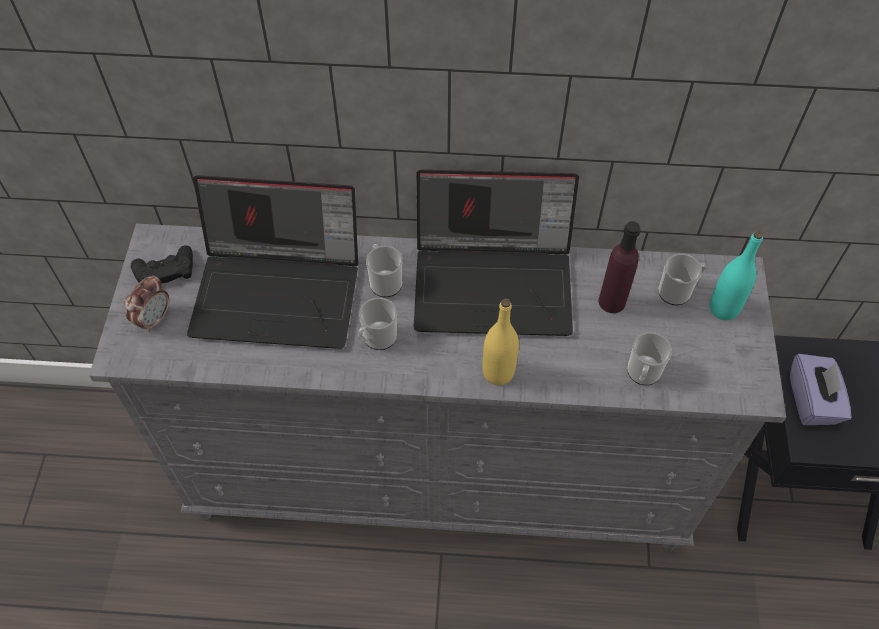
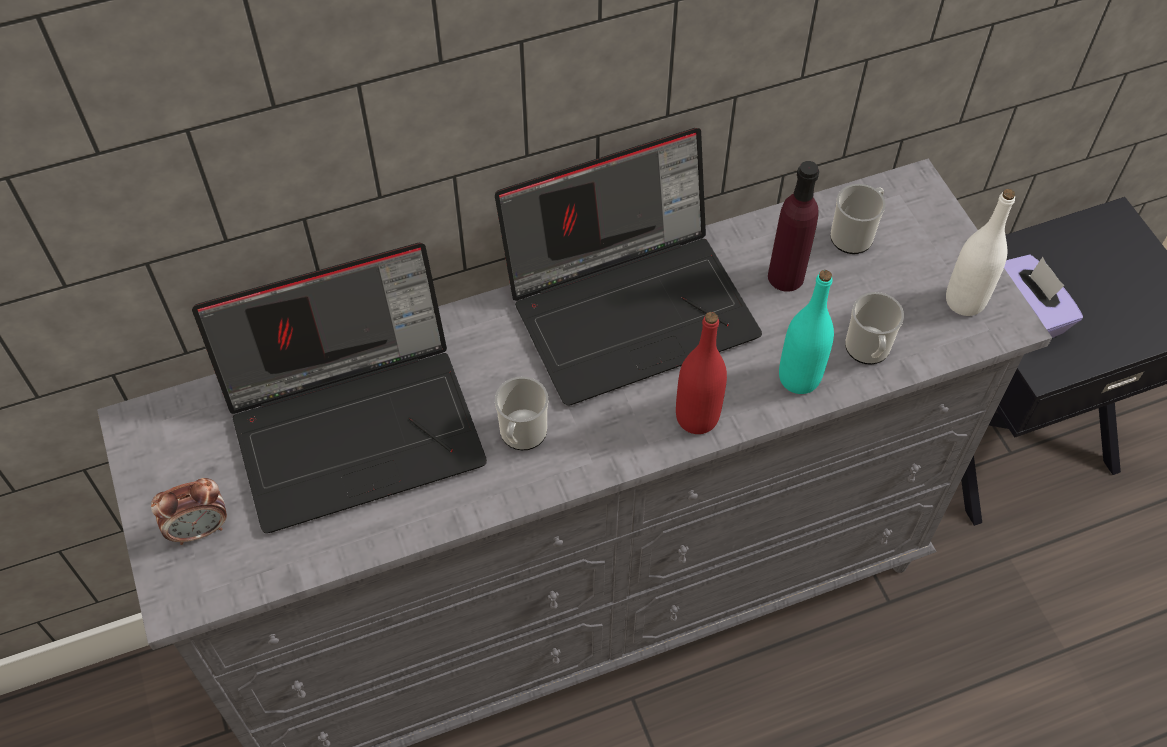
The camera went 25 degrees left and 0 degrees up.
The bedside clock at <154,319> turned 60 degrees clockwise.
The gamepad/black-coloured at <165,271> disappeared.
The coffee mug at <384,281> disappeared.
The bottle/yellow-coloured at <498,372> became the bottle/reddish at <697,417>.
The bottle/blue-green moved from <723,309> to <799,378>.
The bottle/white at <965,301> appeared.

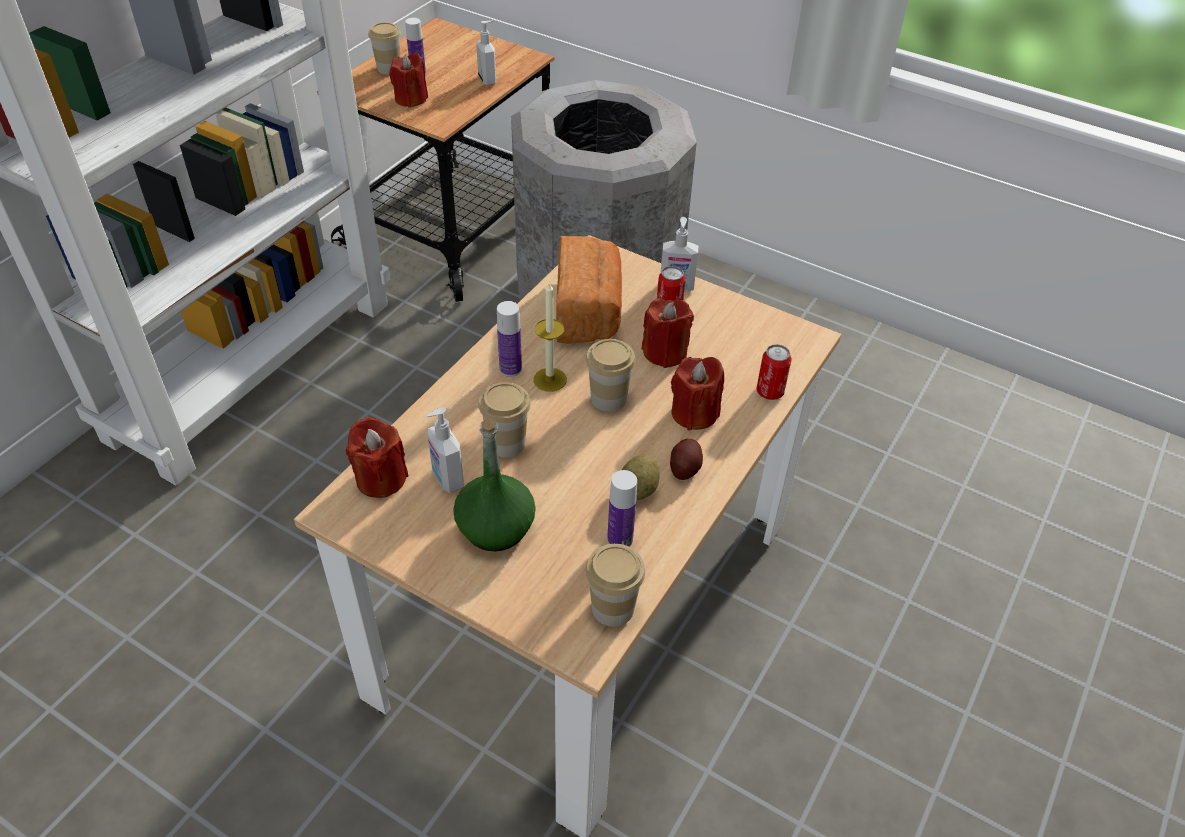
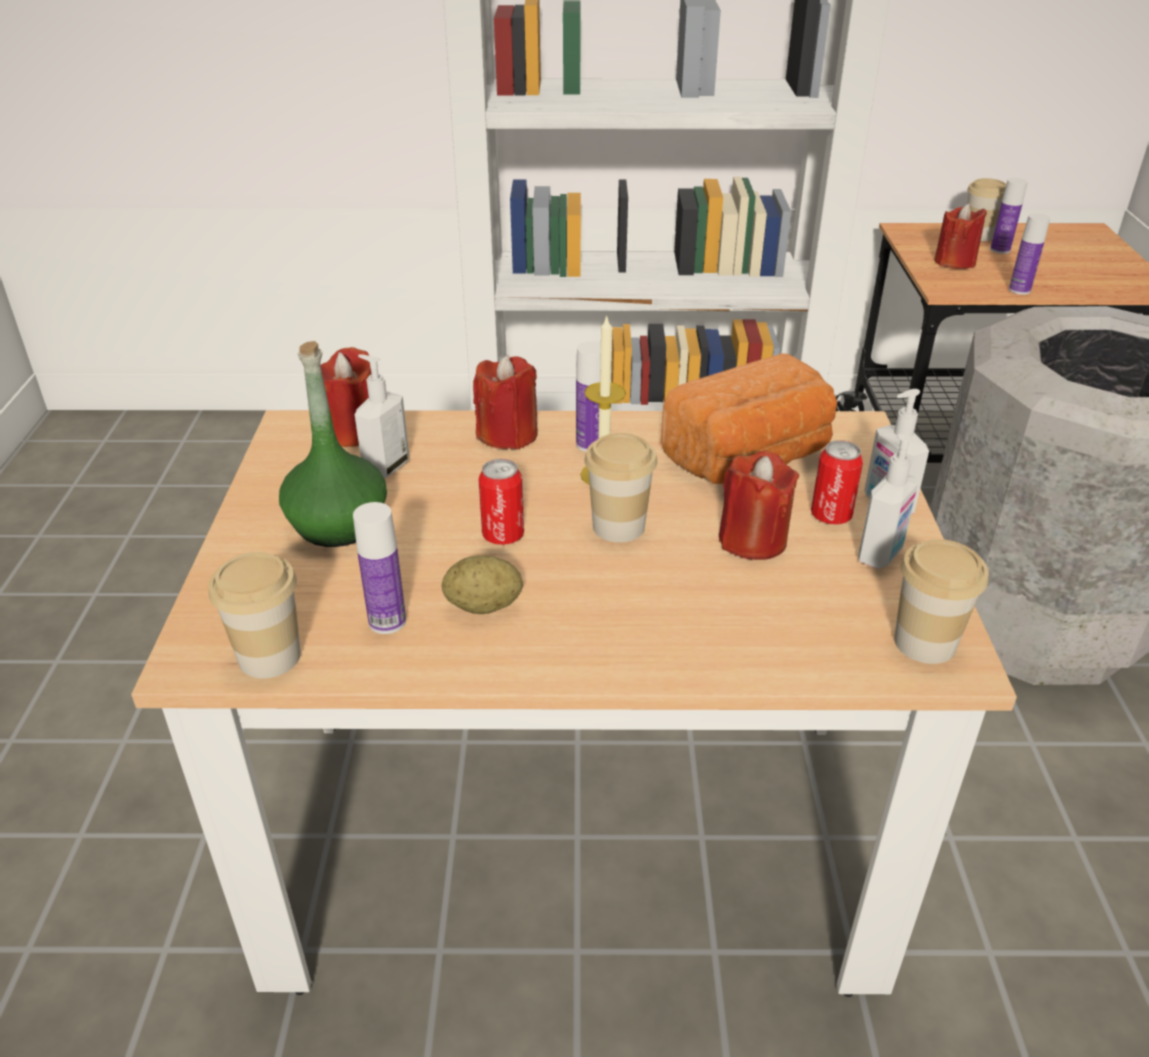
The camera went 60 degrees right and 10 degrees down.
The soap bottle moved from <488,80> to <881,555>.
The cup moved from <506,443> to <924,643>.
The potato at <684,468> disappeared.
The wax light/reddish moved from <694,413> to <508,435>.
The metal can moved from <770,392> to <503,535>.
The bottle at <1019,290> appeared.

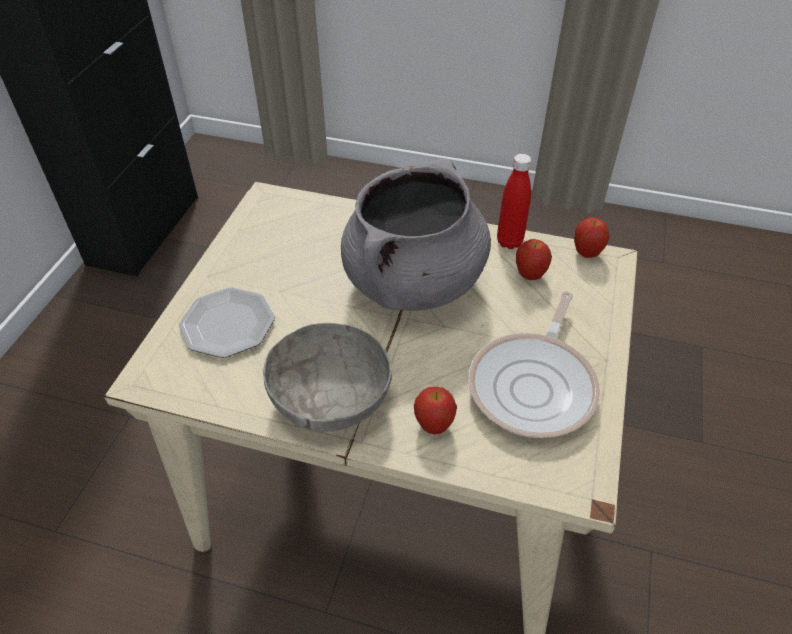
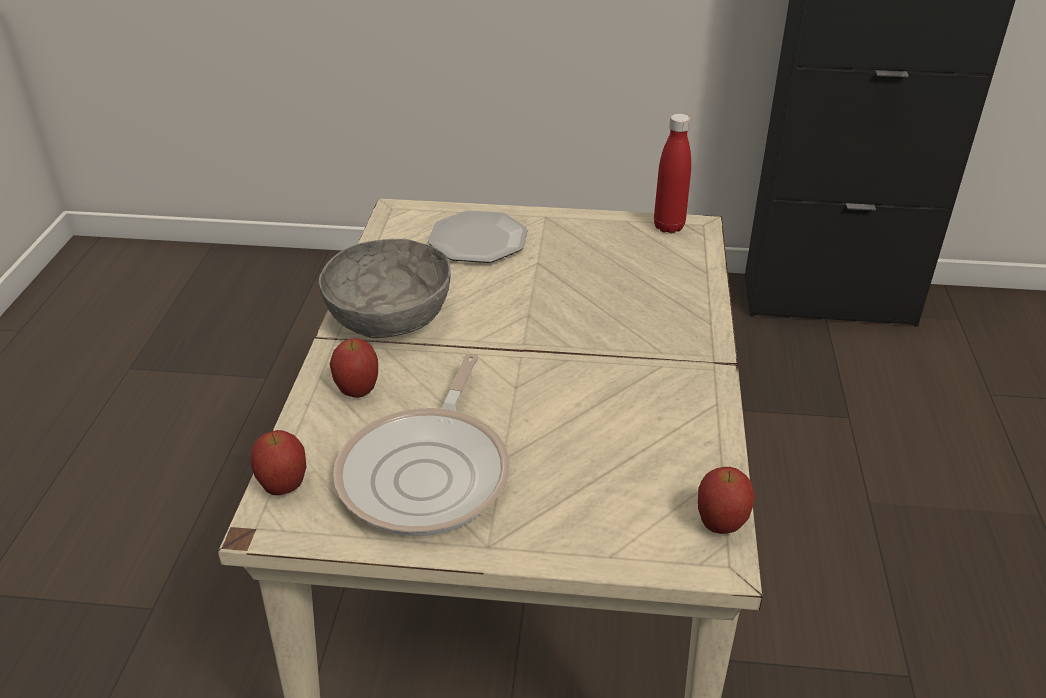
The camera went 80 degrees right and 10 degrees down.
The saucepot/grey at <414,282> disappeared.
The frying pan at <535,385> turned 90 degrees counterclockwise.
The bottle/reddish moved from <509,242> to <668,227>.
The apple moved from <529,275> to <284,487>.

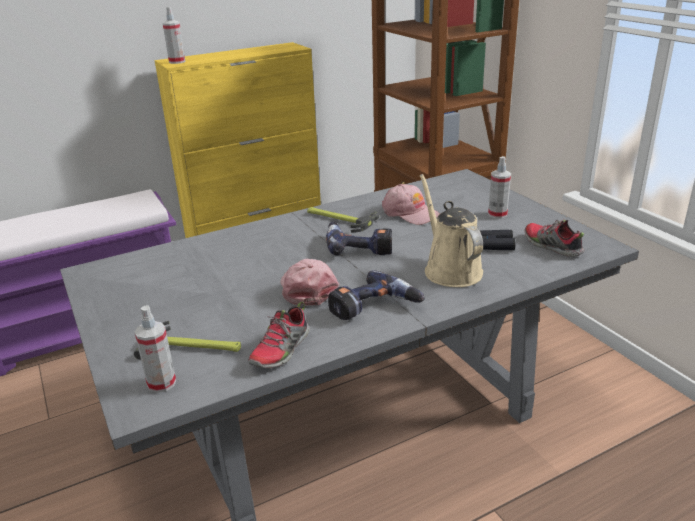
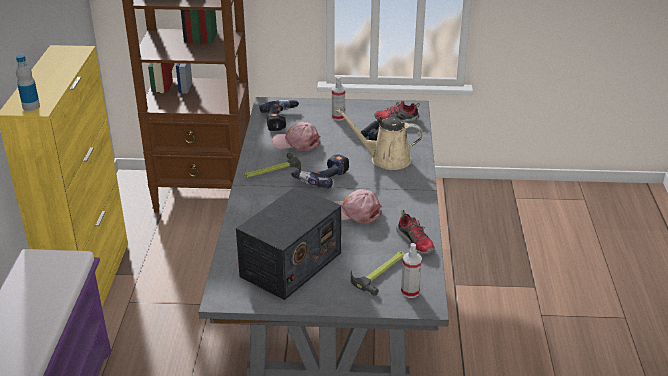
The camera went 60 degrees left and 5 degrees up.
The sprayer at <177,62> was replaced by the bottle at <31,106>.
The electric drill moved from <374,309> to <281,120>.
The cap/pink-coloured at <410,213> turned 150 degrees counterclockwise.
The radio receiver at <290,265> appeared.

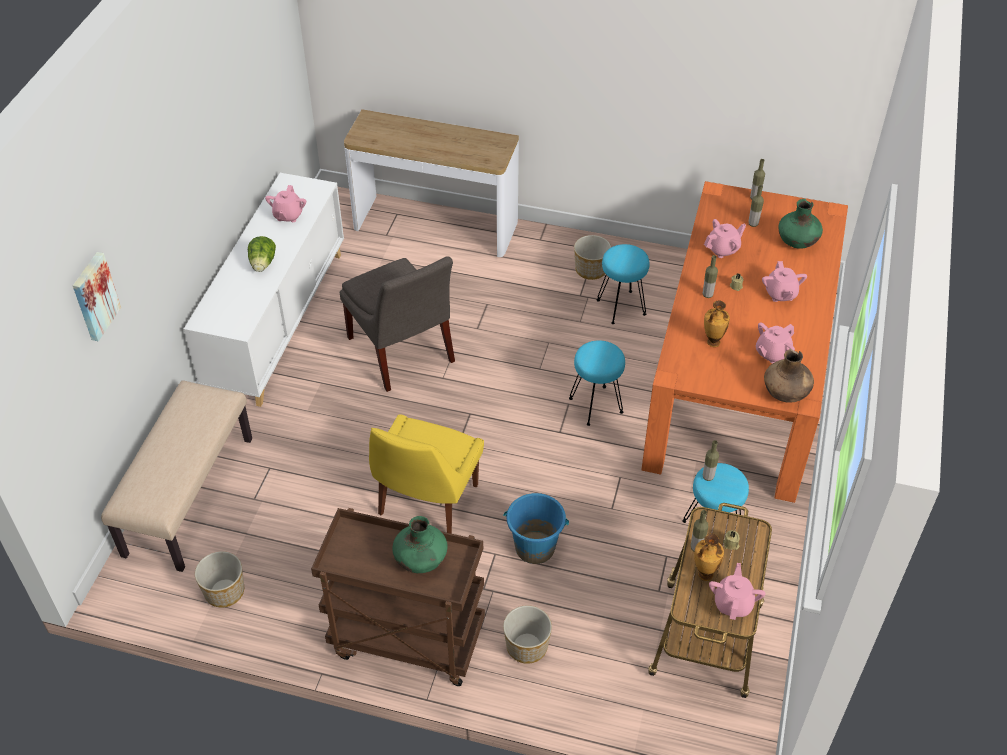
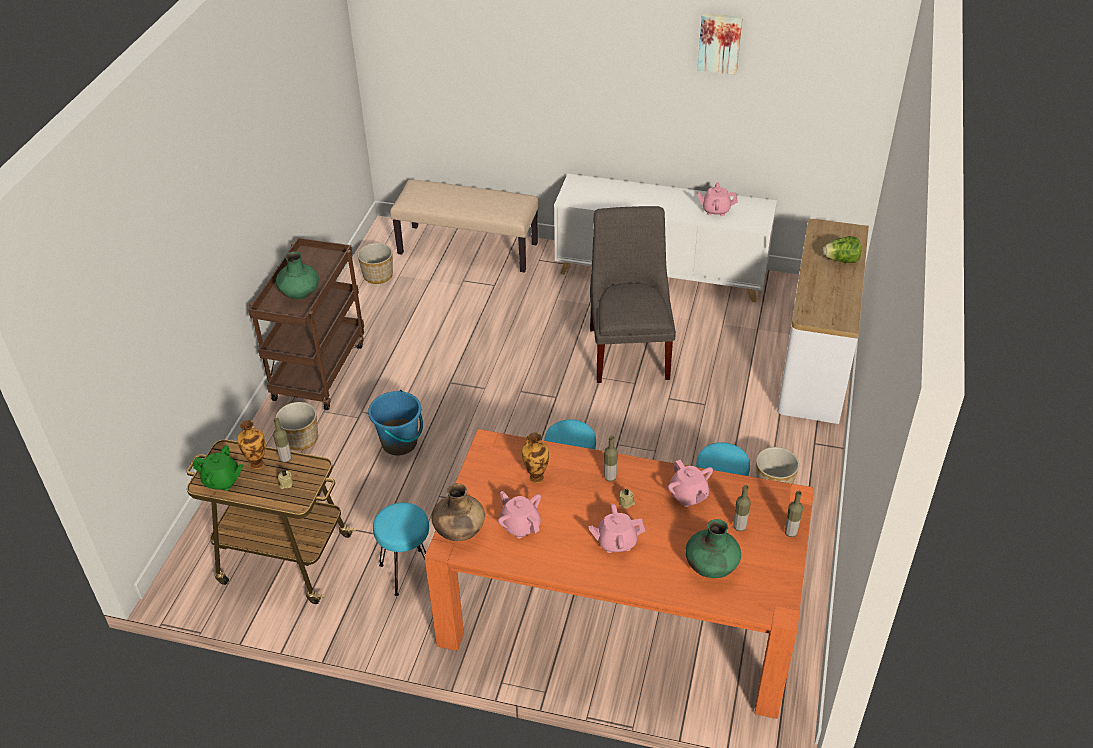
The camera went 90 degrees right and 5 degrees down.
The wall art moved from <94,296> to <719,42>.
The head of lettuce moved from <263,264> to <841,260>.
The chair/grey at <402,353> turned 120 degrees clockwise.
The chair/yellow-coloured at <426,502> disappeared.
The bottle at <708,477> disappeared.
The tea pot/pink-coloured at <733,603> became the tea pot/greenish at <222,481>.

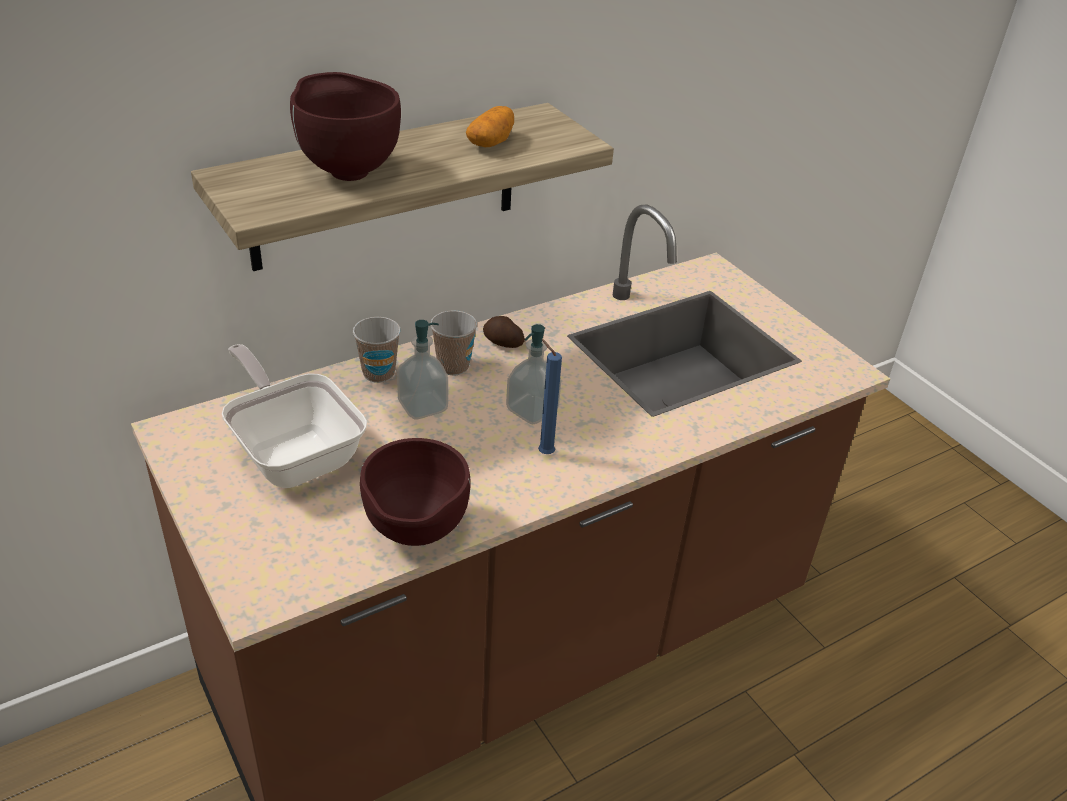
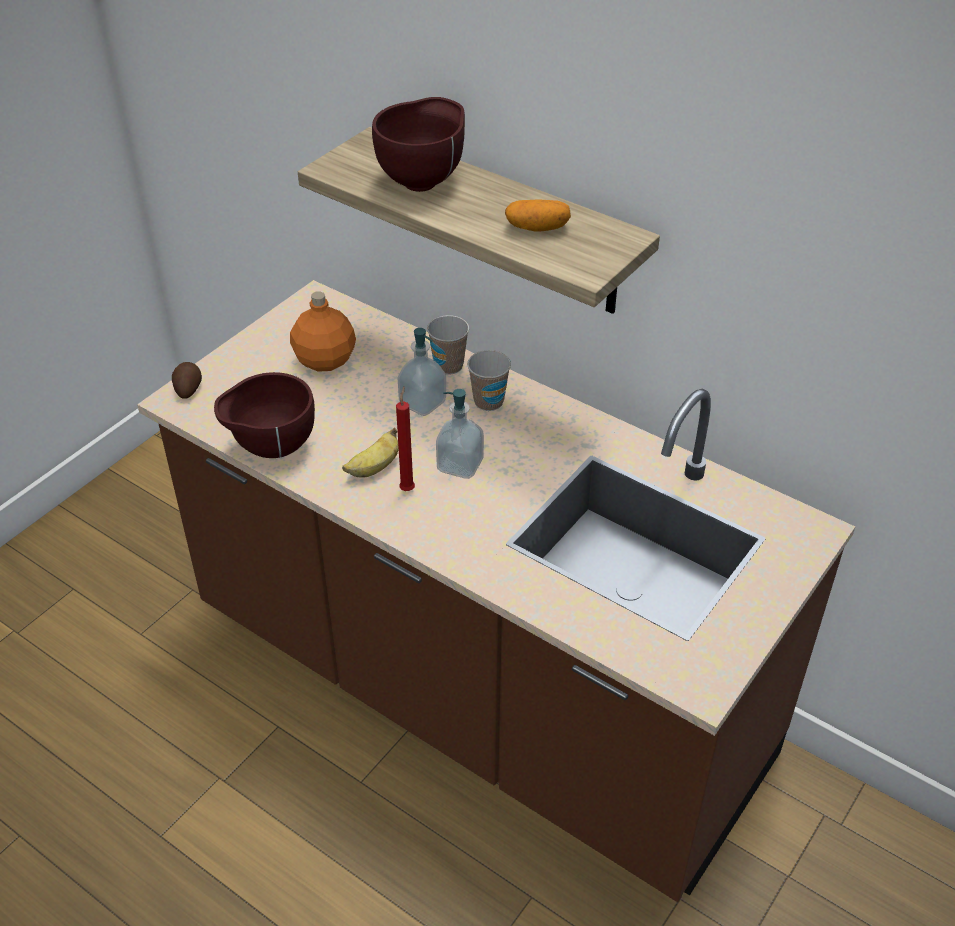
The camera went 70 degrees right and 5 degrees up.
The frying pan at <294,453> was replaced by the bottle/orangey at <326,360>.
The potato moved from <502,343> to <188,388>.
The wax light/blue at <543,453> became the wax light/reddish at <407,488>.
The banana fruit at <374,468> appeared.

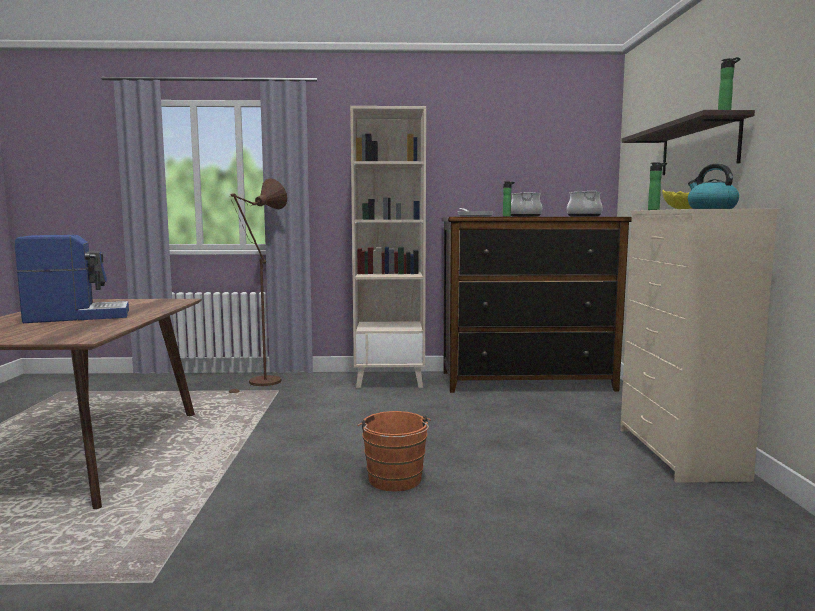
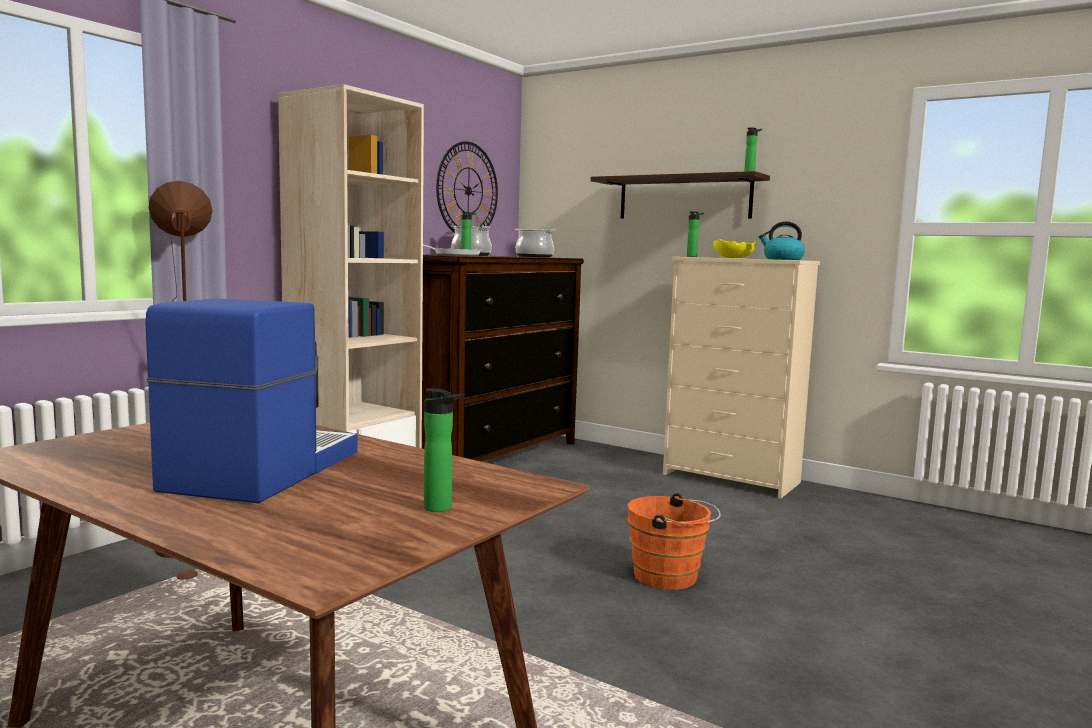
The camera went 55 degrees left and 0 degrees up.
The bottle at <441,508> appeared.
The hanging clock at <468,190> appeared.

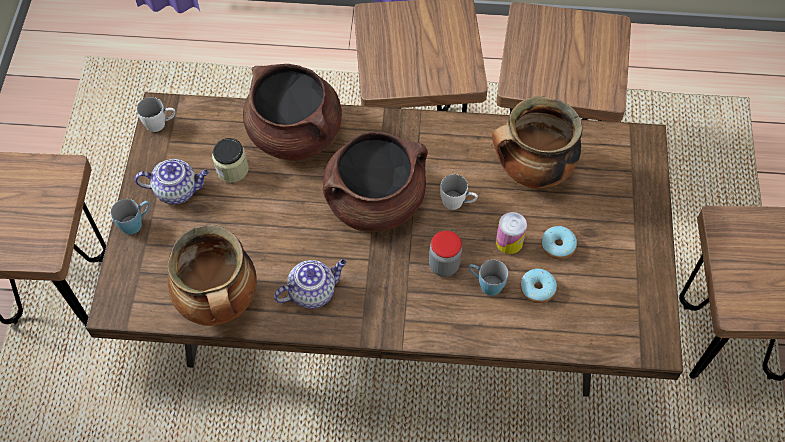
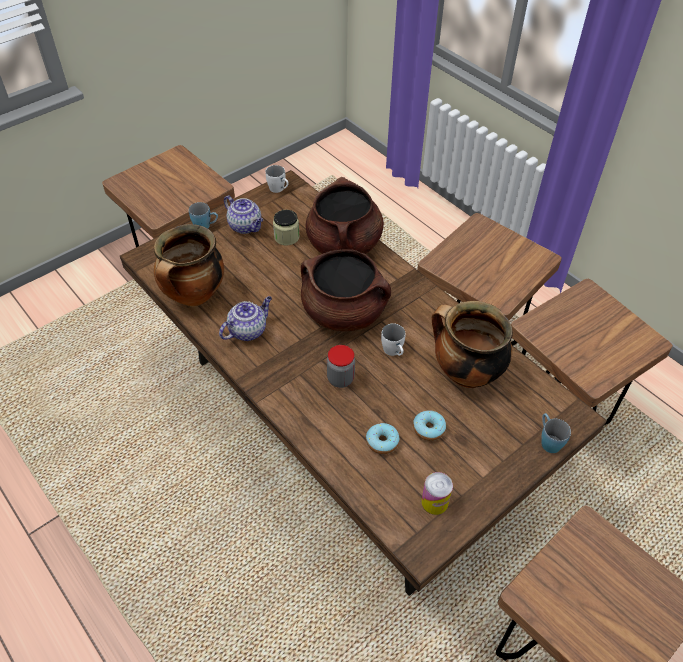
The camera went 45 degrees right and 10 degrees down.
The tea pot at <313,291> turned 60 degrees counterclockwise.
The coffee mug/blue moved from <485,284> to <548,440>.
The metal can moved from <509,242> to <434,502>.

